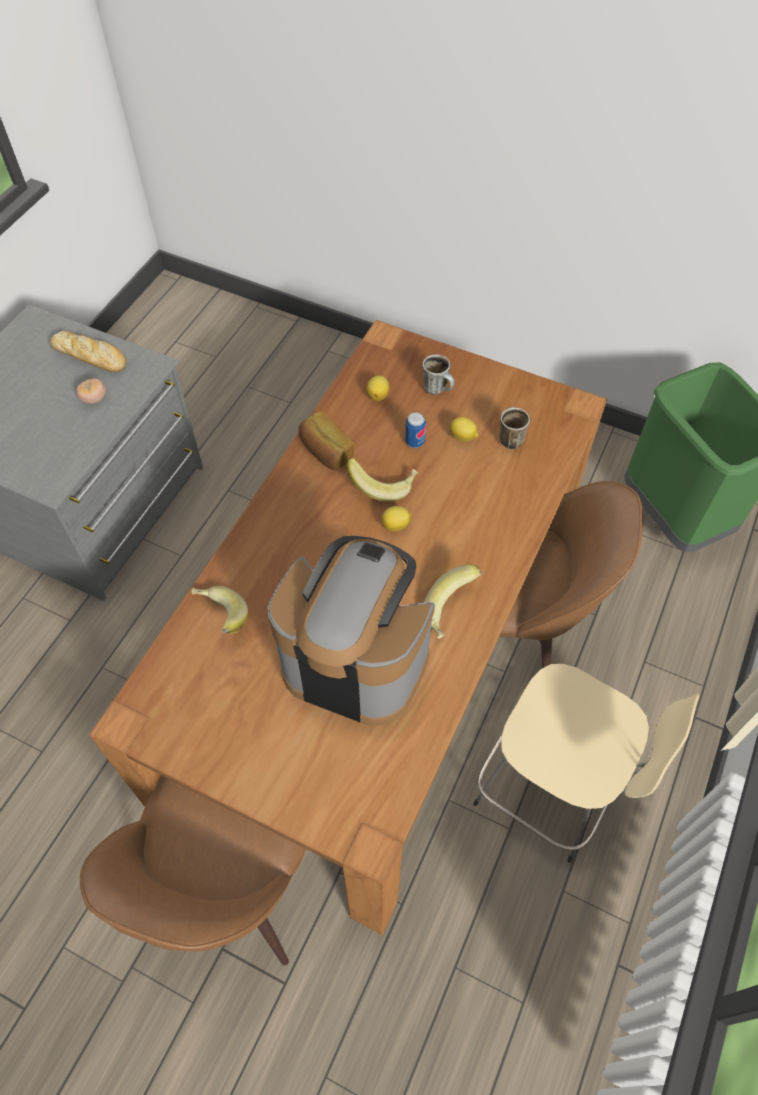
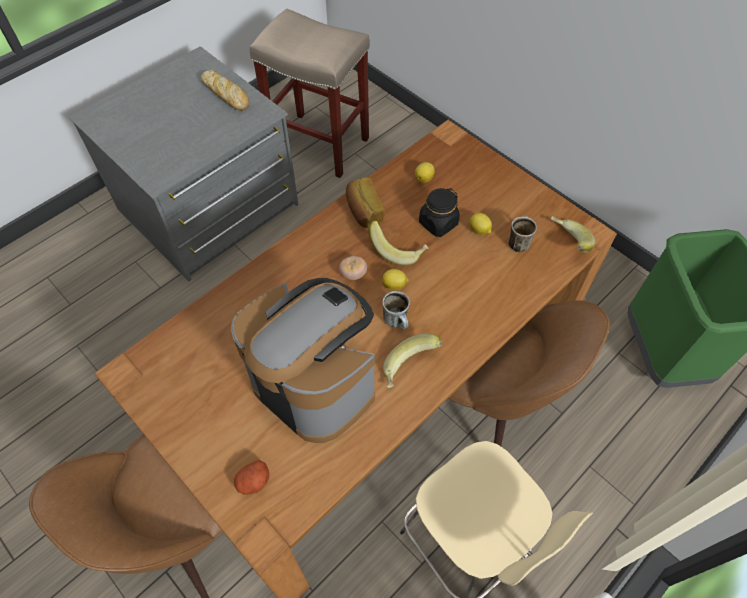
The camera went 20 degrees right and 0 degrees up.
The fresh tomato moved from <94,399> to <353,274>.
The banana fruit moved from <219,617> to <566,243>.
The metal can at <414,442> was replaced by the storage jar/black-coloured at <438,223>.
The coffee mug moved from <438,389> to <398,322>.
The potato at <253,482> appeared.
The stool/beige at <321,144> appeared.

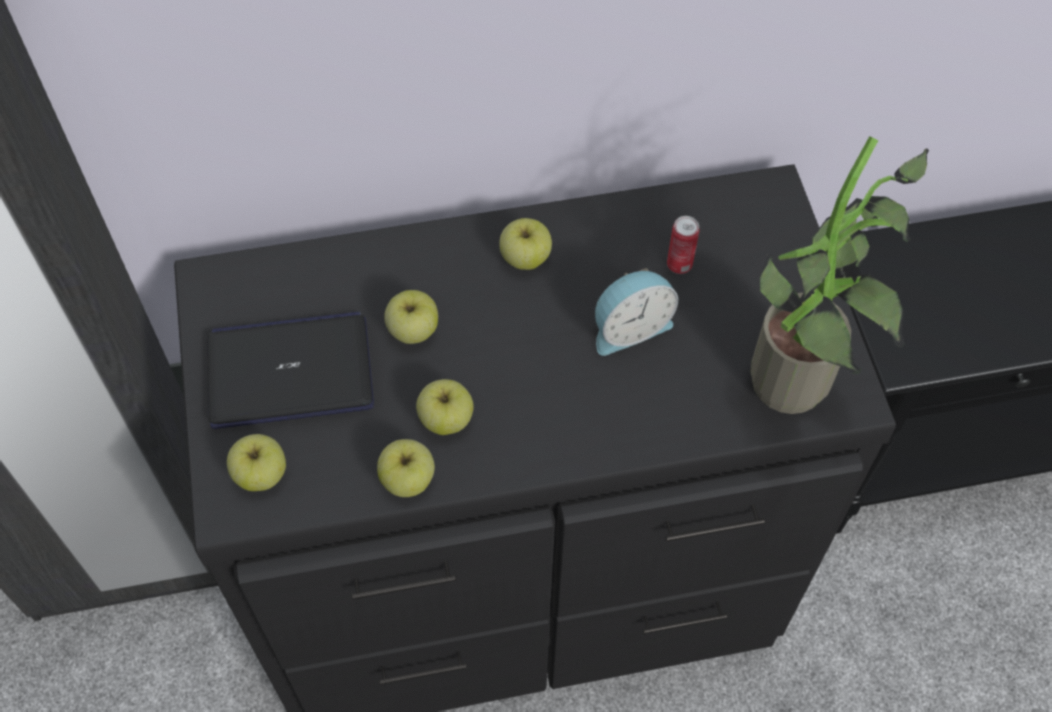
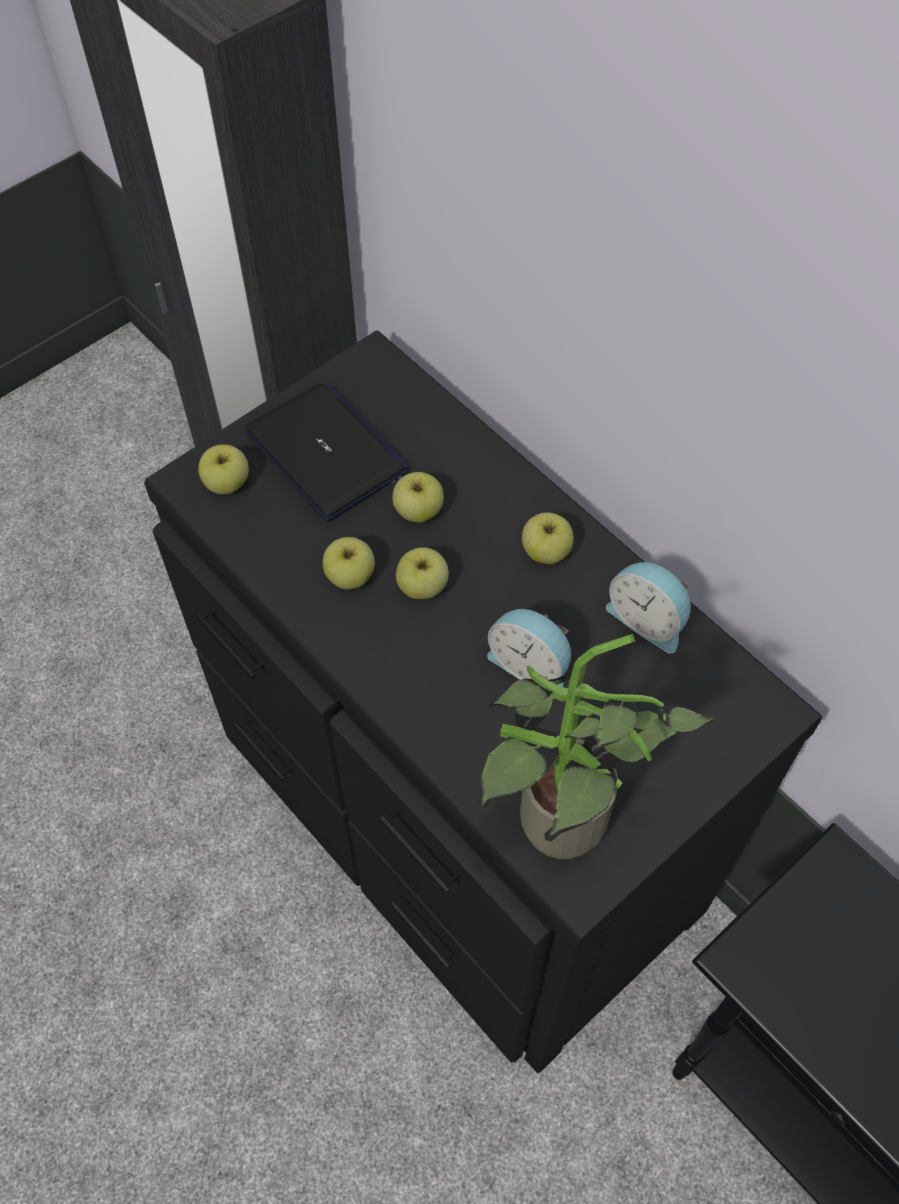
The camera went 60 degrees right and 0 degrees up.
The apple moved from <408,479> to <422,587>.
The metal can at <679,265> disappeared.
The bedside clock at <648,619> appeared.

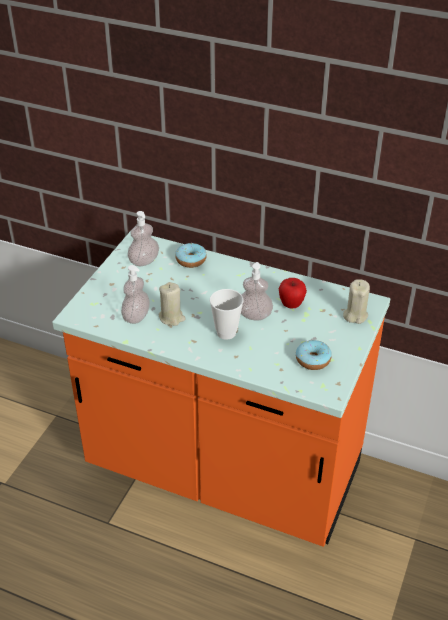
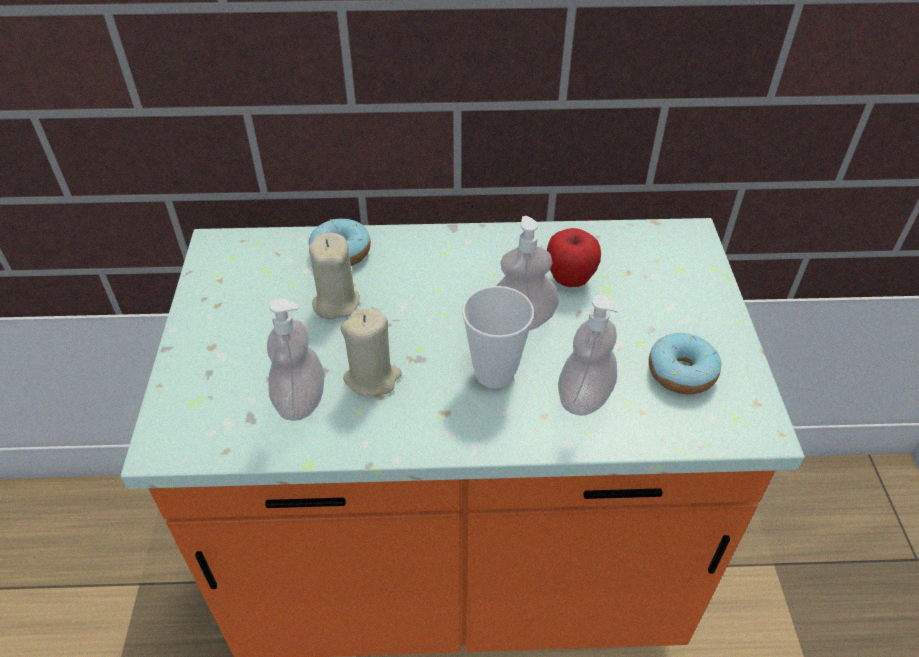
The camera went 25 degrees left and 5 degrees up.
The soap bottle moved from <144,261> to <584,397>.
The wax light/beige moved from <355,315> to <336,302>.

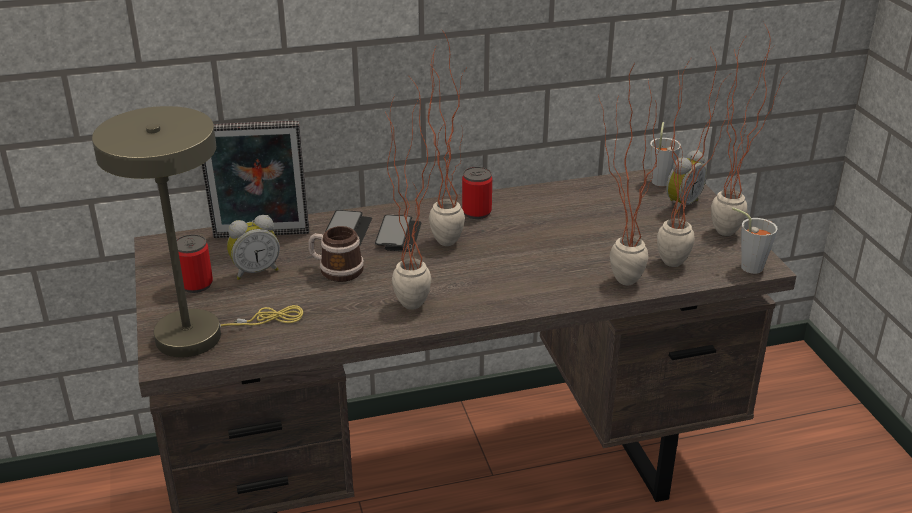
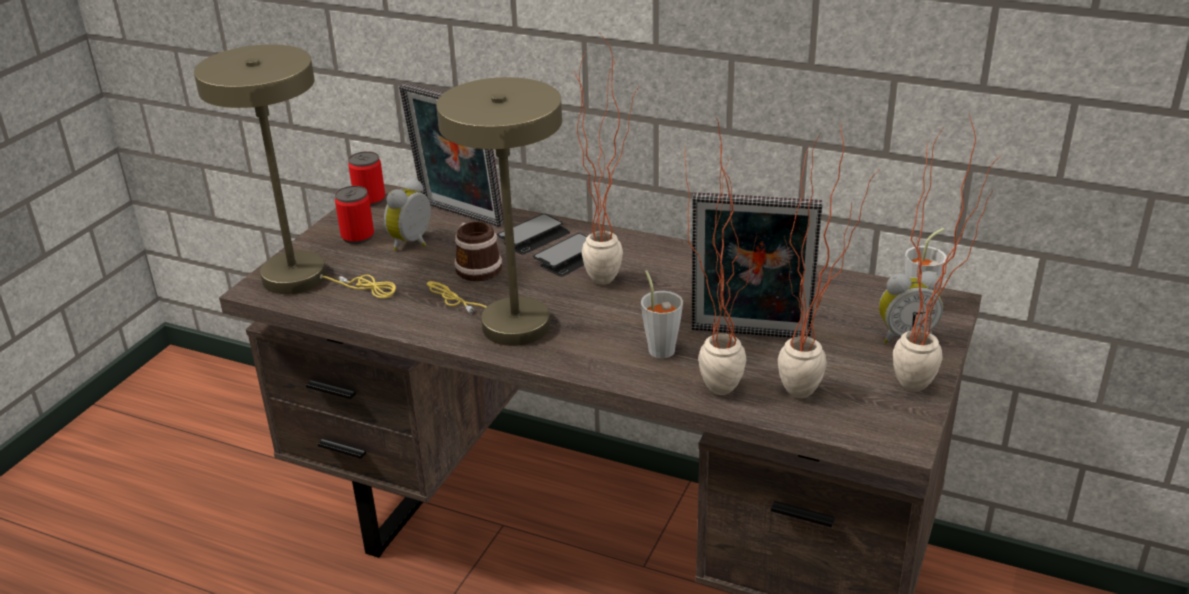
The camera went 40 degrees right and 0 degrees up.
The bedside clock at <255,271> turned 105 degrees clockwise.
The plant in a pot at <420,299> was replaced by the tabletop lamp/beige at <505,322>.
The metal can moved from <476,212> to <370,200>.
The cup/grey moved from <747,265> to <660,347>.
The photo frame at <750,336> appeared.

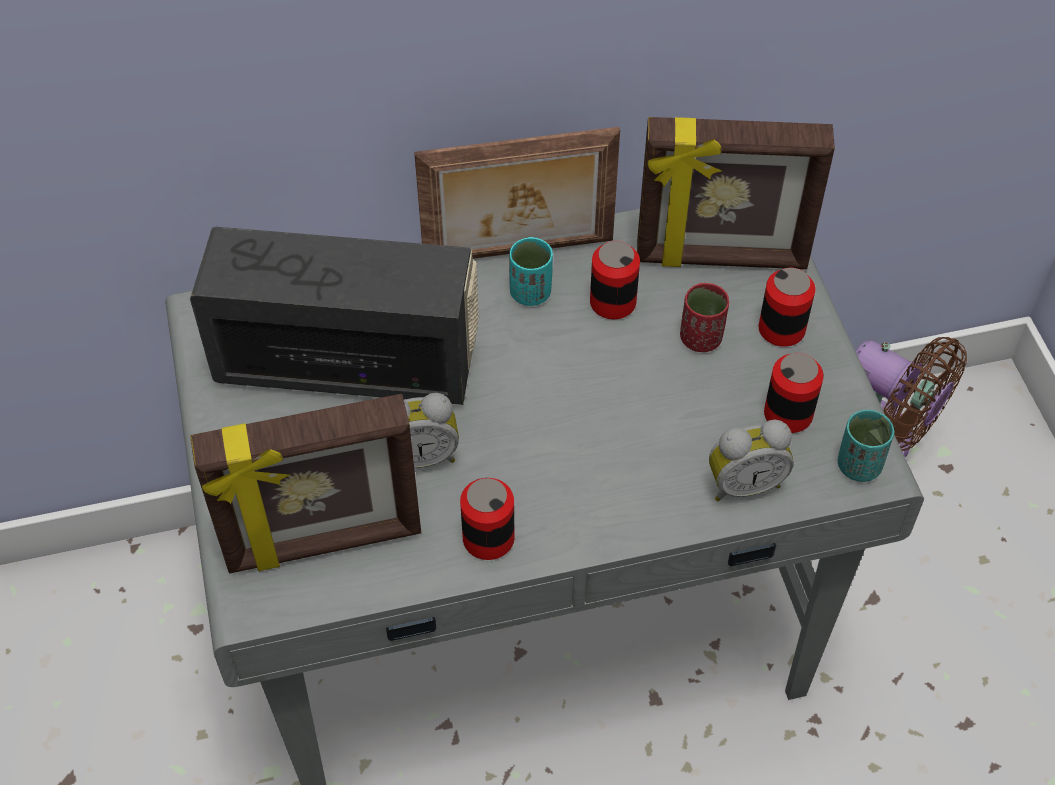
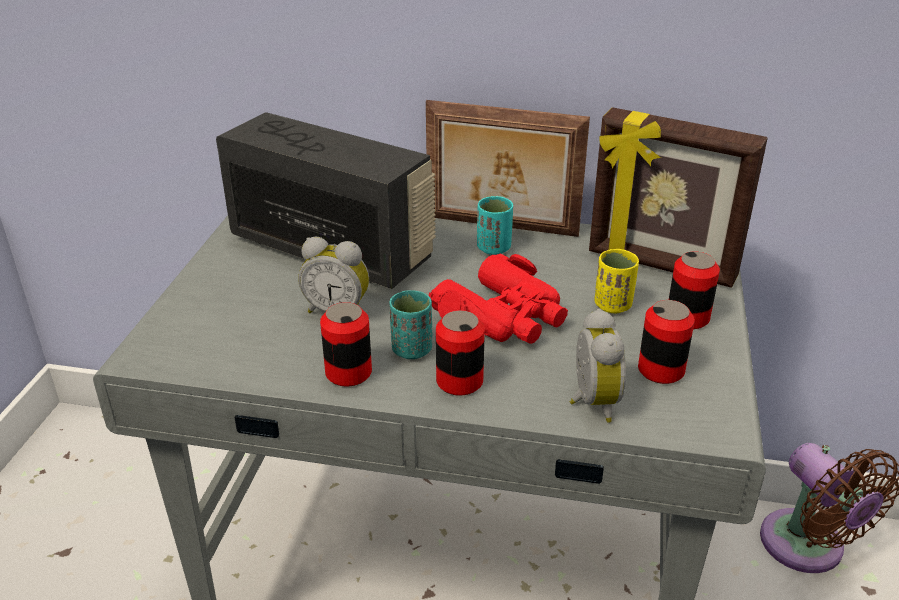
The camera went 25 degrees right and 20 degrees down.
The photo frame at <324,543> disappeared.
The metal can moved from <613,302> to <459,381>.
The cup/reddish at <701,338> became the cup/yellow-coloured at <613,305>.
The bedside clock at <743,483> turned 105 degrees counterclockwise.
The cup/blue-green moved from <858,465> to <412,350>.
The binoculars/reddish at <504,316> appeared.

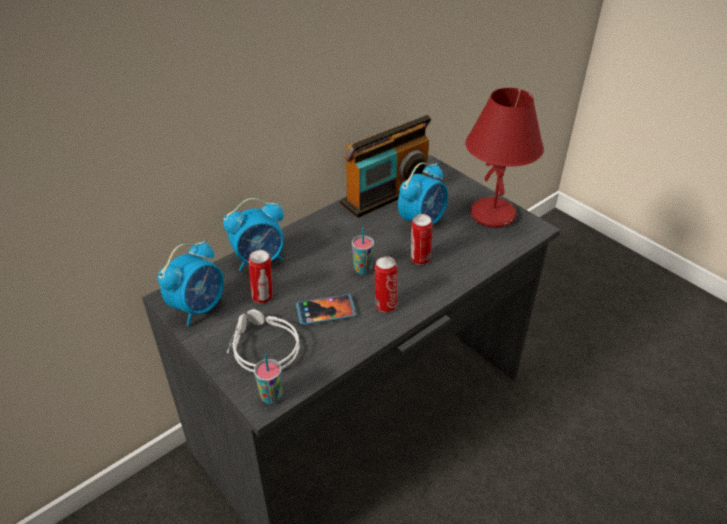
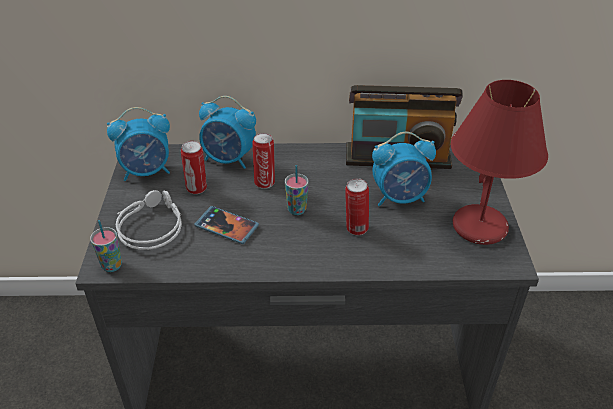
The camera went 40 degrees right and 0 degrees up.
The metal can moved from <385,305> to <265,182>.

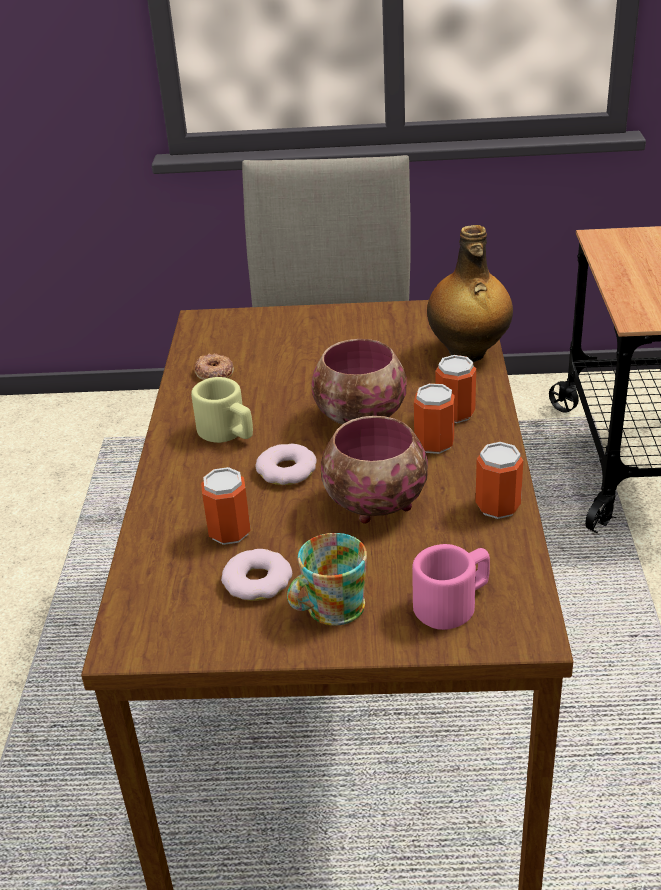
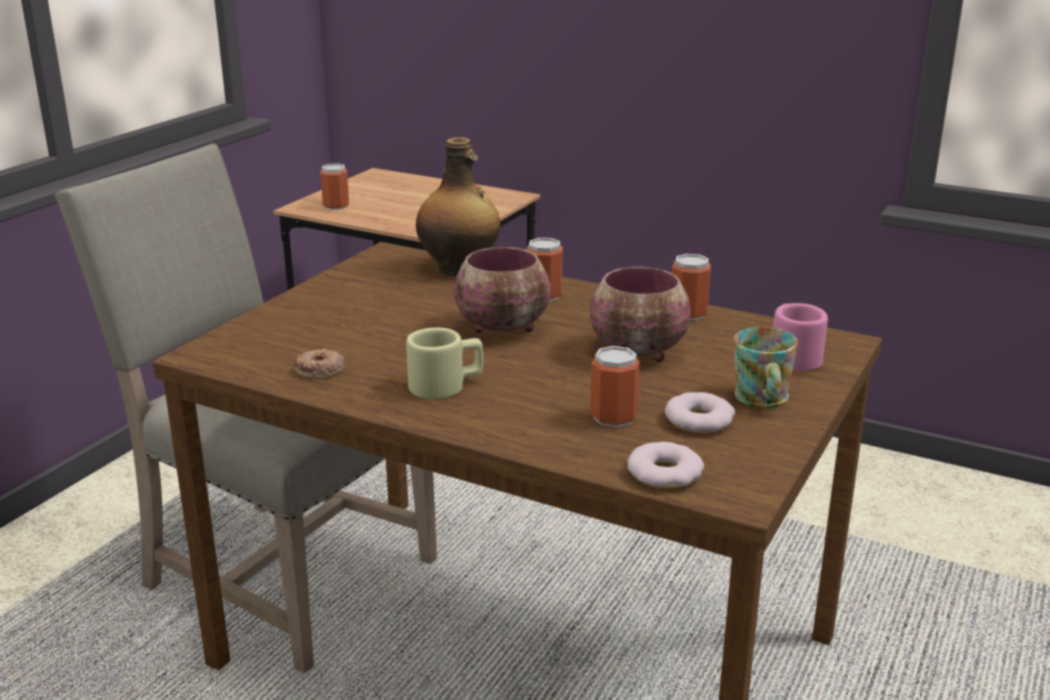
The camera went 65 degrees left and 10 degrees down.
The ring doughnut moved from <287,470> to <665,473>.
The metal can moved from <434,443> to <336,206>.

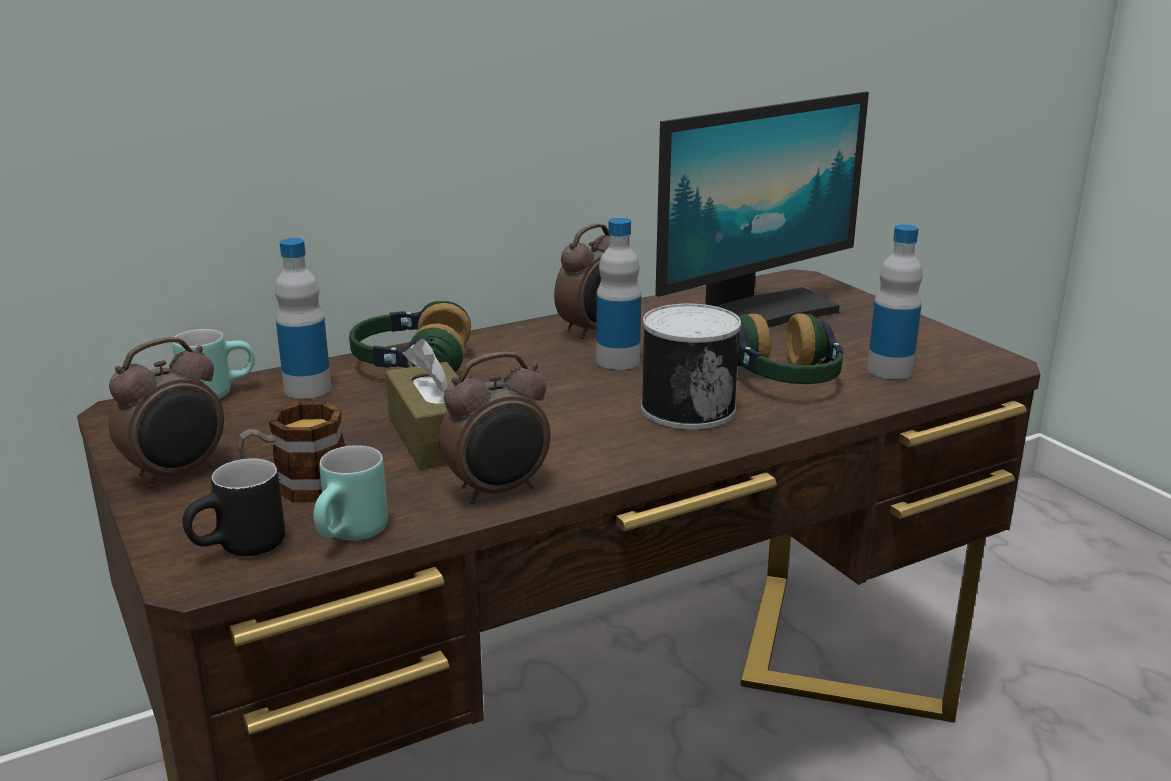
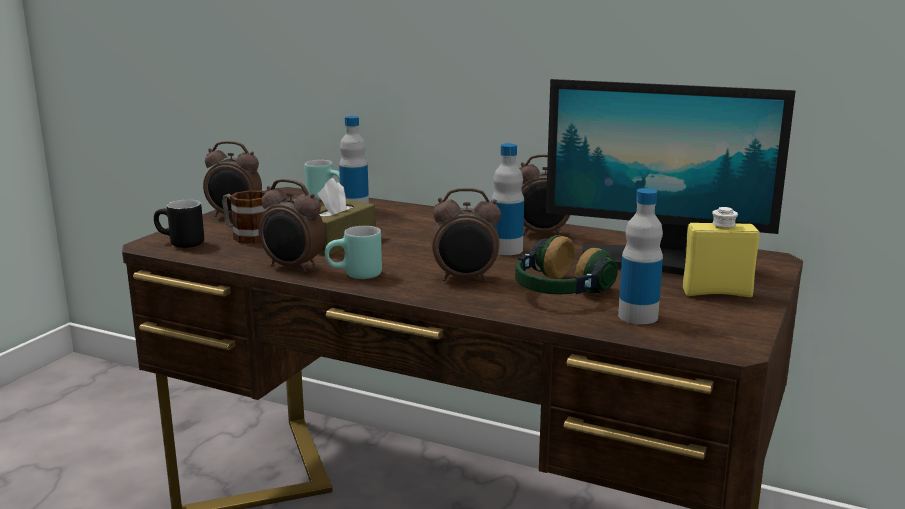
The camera went 55 degrees right and 5 degrees down.
The coffee mug/blue-green moved from <353,536> to <355,276>.
The headset at <411,365> disappeared.
The metal can at <687,408> was replaced by the bedside clock at <465,279>.
The bottle/yellow-coloured at <717,293> appeared.

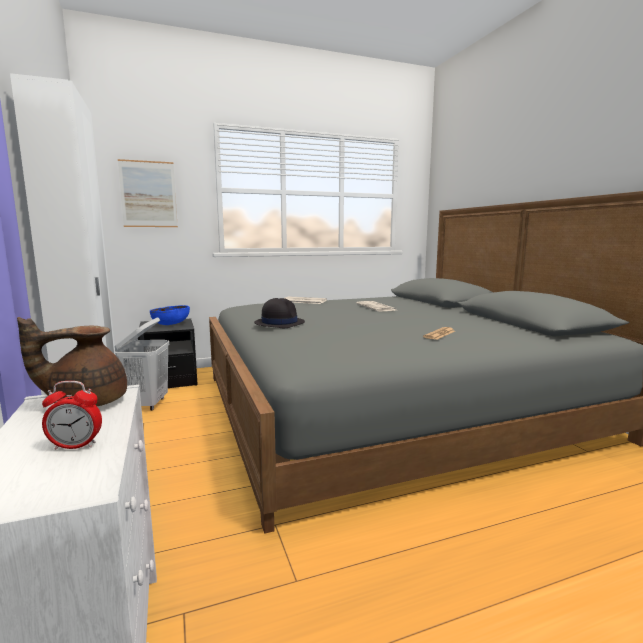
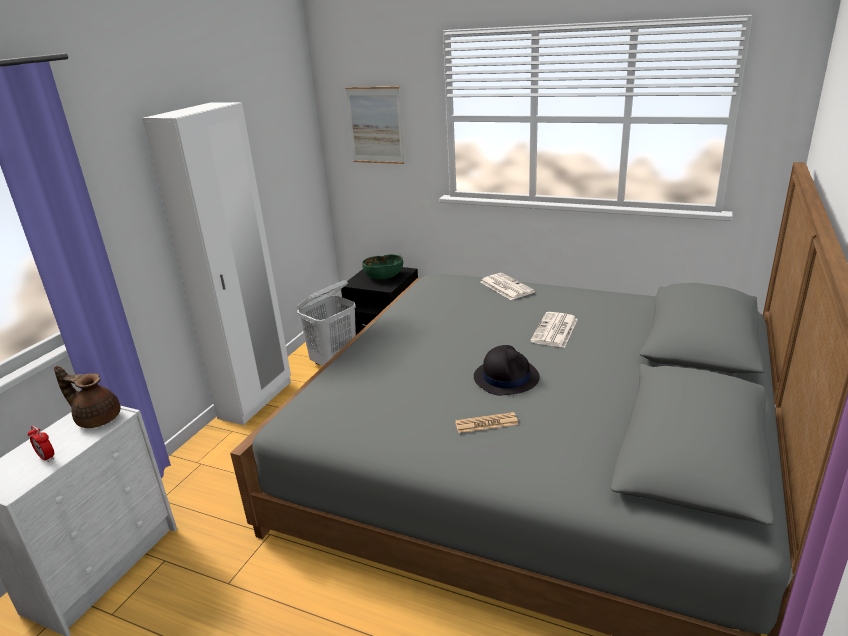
The camera went 45 degrees right and 15 degrees up.
The bowl/blue at <171,324> became the bowl/greenish at <384,277>.
The hat/black-coloured moved from <279,323> to <506,377>.

